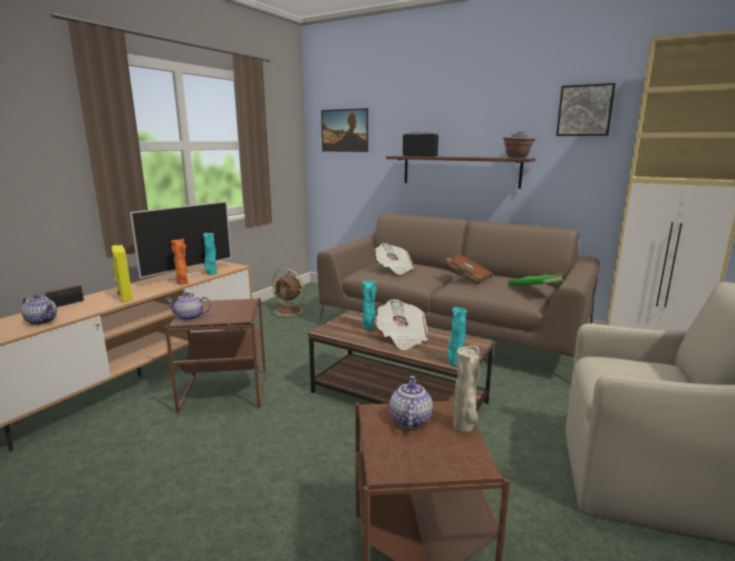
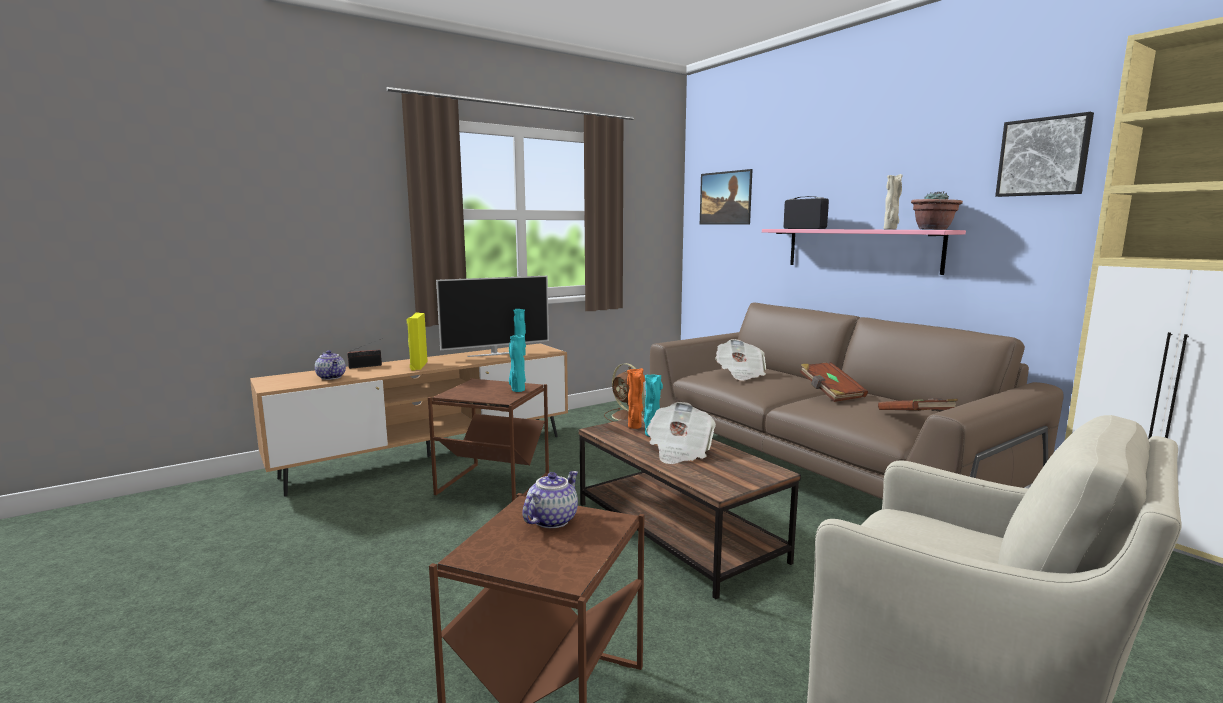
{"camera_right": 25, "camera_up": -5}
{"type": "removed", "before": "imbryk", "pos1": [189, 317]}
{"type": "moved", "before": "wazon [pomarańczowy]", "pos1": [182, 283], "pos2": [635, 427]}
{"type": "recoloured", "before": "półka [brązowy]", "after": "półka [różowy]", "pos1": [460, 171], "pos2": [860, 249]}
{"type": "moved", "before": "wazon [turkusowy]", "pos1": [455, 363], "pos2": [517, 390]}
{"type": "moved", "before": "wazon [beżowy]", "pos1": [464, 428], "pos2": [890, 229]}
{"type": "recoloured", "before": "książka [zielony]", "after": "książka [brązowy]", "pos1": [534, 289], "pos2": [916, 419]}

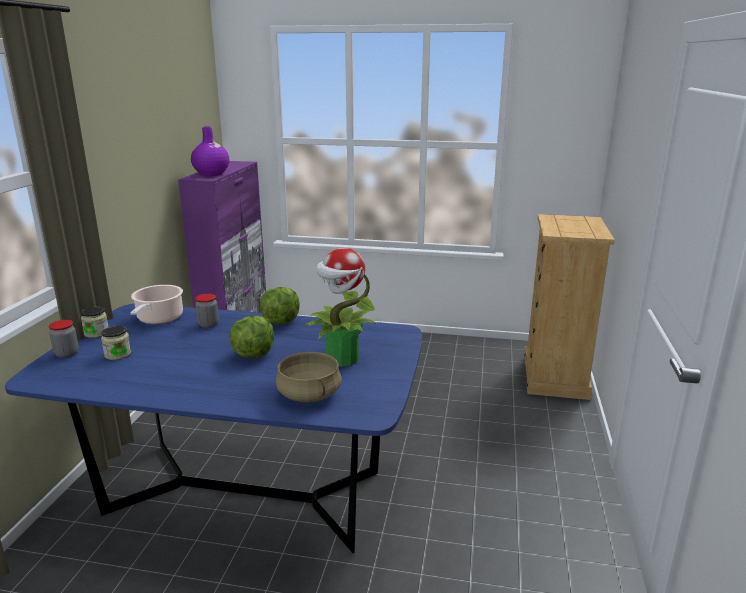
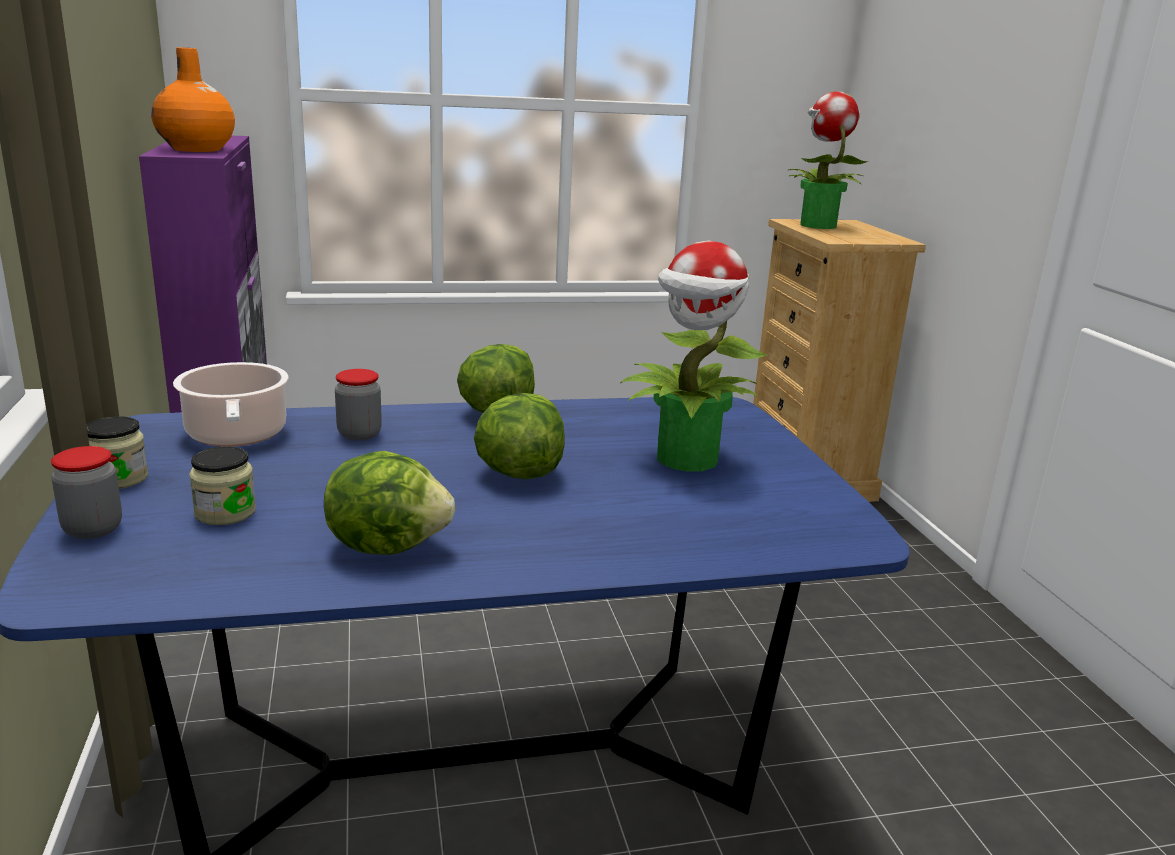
{"camera_right": -25, "camera_up": 0}
{"type": "recoloured", "before": "wazon [fioletowy]", "after": "wazon [pomarańczowy]", "pos1": [211, 174], "pos2": [197, 149]}
{"type": "removed", "before": "garnek [beżowy]", "pos1": [310, 394]}
{"type": "added", "after": "sałata", "pos2": [388, 545]}
{"type": "added", "after": "roślina doniczkowa", "pos2": [817, 225]}

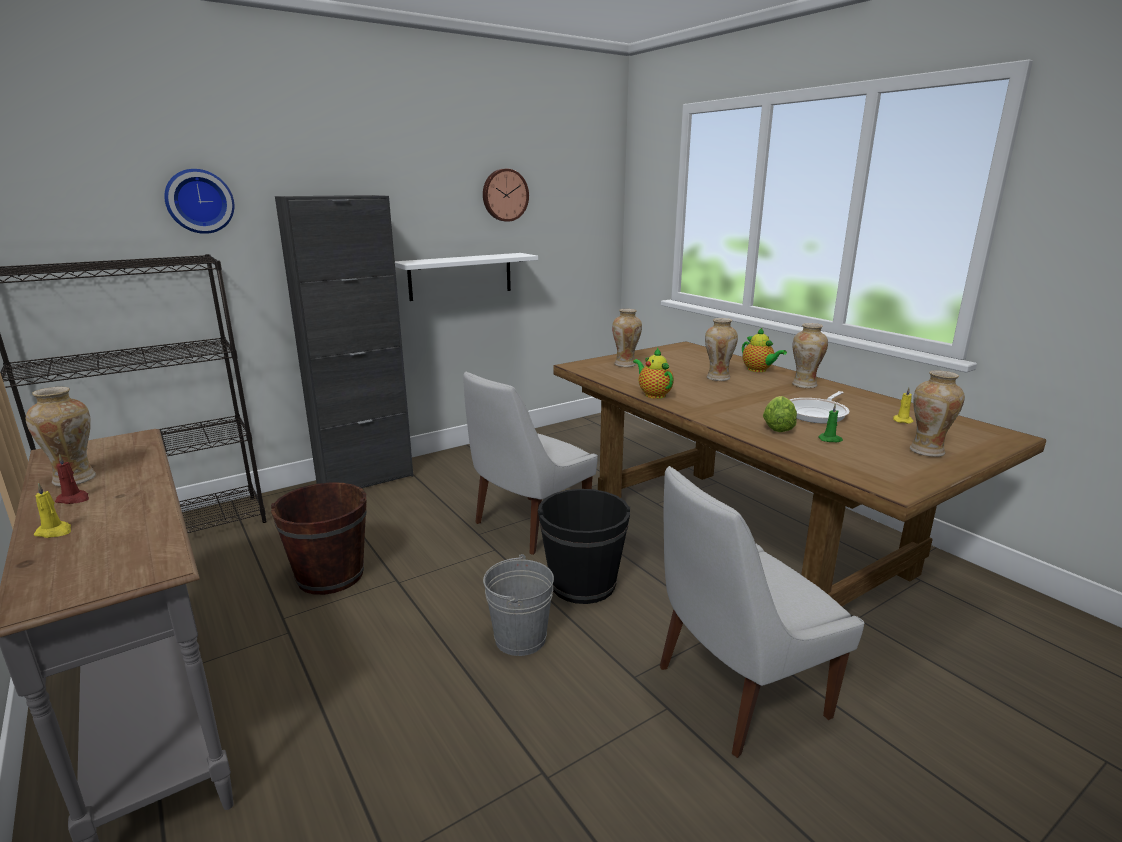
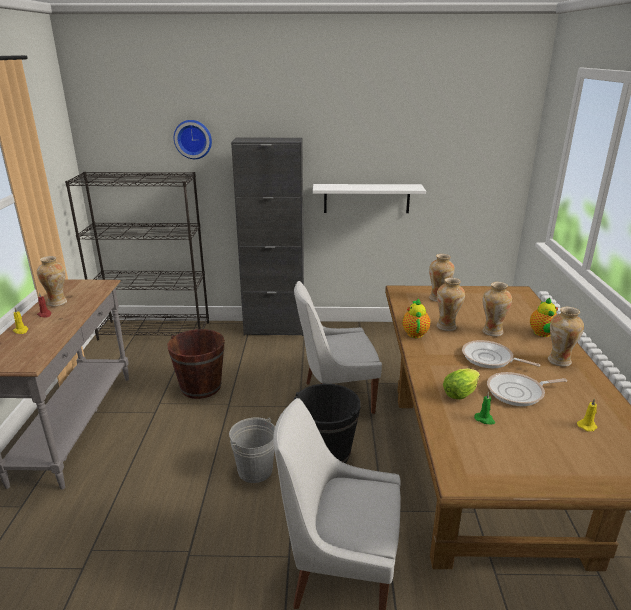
{"camera_right": 35, "camera_up": 5}
{"type": "removed", "before": "zegar ścienny", "pos1": [504, 195]}
{"type": "moved", "before": "wazon", "pos1": [927, 451], "pos2": [447, 326]}
{"type": "added", "after": "patelnia", "pos2": [490, 359]}

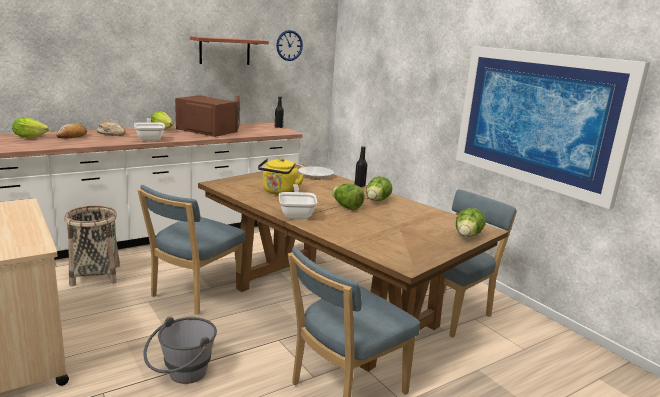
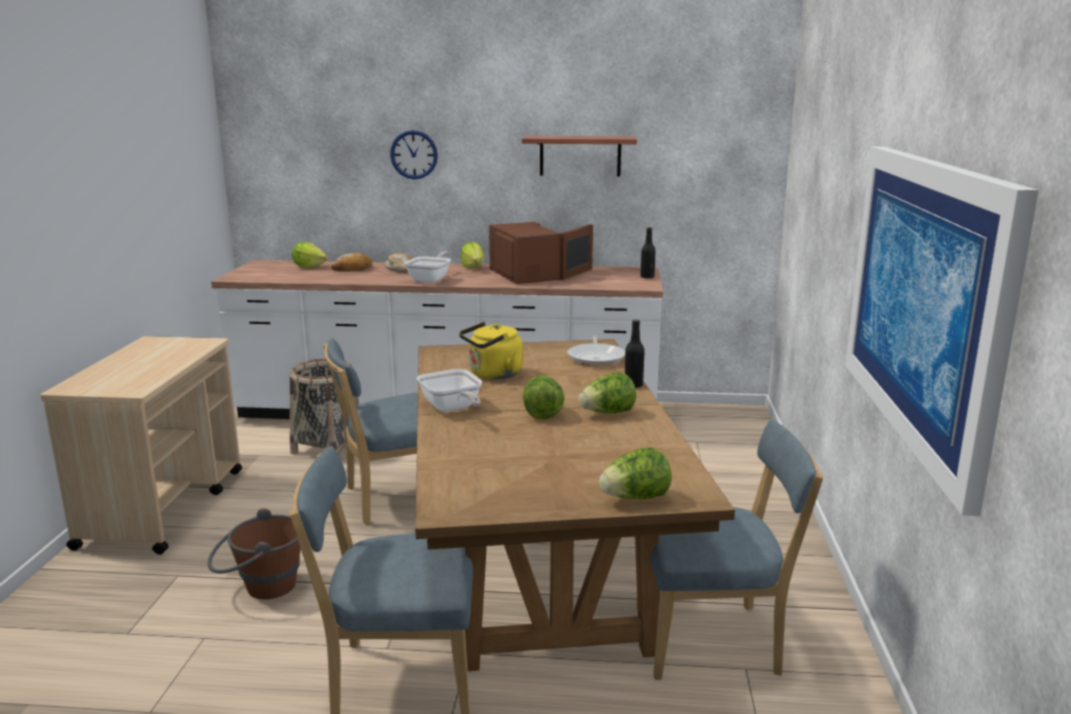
{"camera_right": 40, "camera_up": 0}
{"type": "recoloured", "before": "wiadro [szary]", "after": "wiadro [brązowy]", "pos1": [182, 376], "pos2": [260, 588]}
{"type": "moved", "before": "zegar ścienny", "pos1": [289, 45], "pos2": [414, 154]}
{"type": "turned", "before": "patelnia", "pos1": [297, 214], "pos2": [452, 408], "turn": 120}

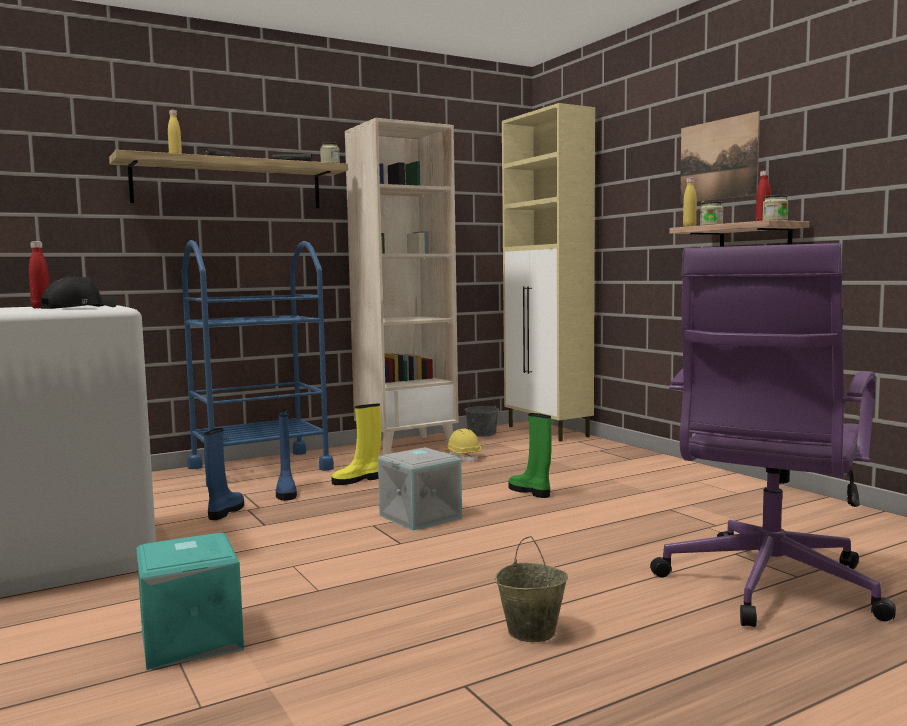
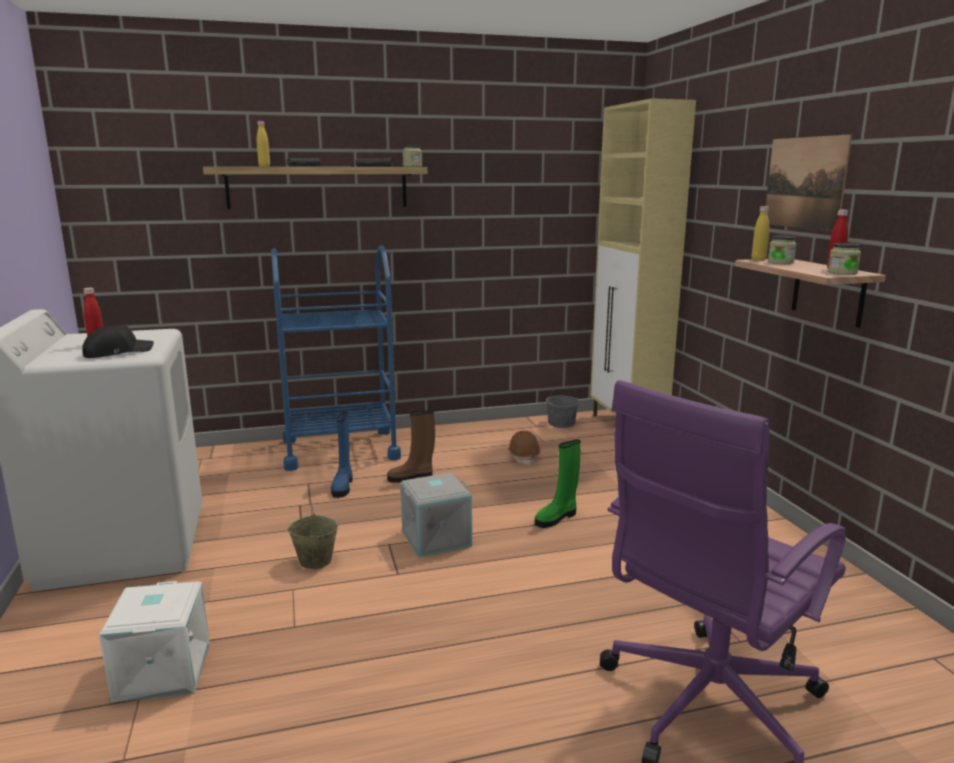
{"camera_right": 15, "camera_up": 10}
{"type": "recoloured", "before": "pojemnik do przechowywania [turkusowy]", "after": "pojemnik do przechowywania [biały]", "pos1": [189, 640], "pos2": [161, 671]}
{"type": "removed", "before": "but z cholewką [niebieski]", "pos1": [225, 512]}
{"type": "recoloured", "before": "but z cholewką [żółty]", "after": "but z cholewką [brązowy]", "pos1": [357, 480], "pos2": [411, 477]}
{"type": "removed", "before": "regał [beżowy]", "pos1": [406, 446]}
{"type": "recoloured", "before": "kask [żółty]", "after": "kask [brązowy]", "pos1": [463, 457], "pos2": [523, 457]}
{"type": "moved", "before": "wiadro [beżowy]", "pos1": [530, 631], "pos2": [315, 561]}
{"type": "turned", "before": "but z cholewką [zielony]", "pos1": [530, 492], "pos2": [557, 518], "turn": -105}

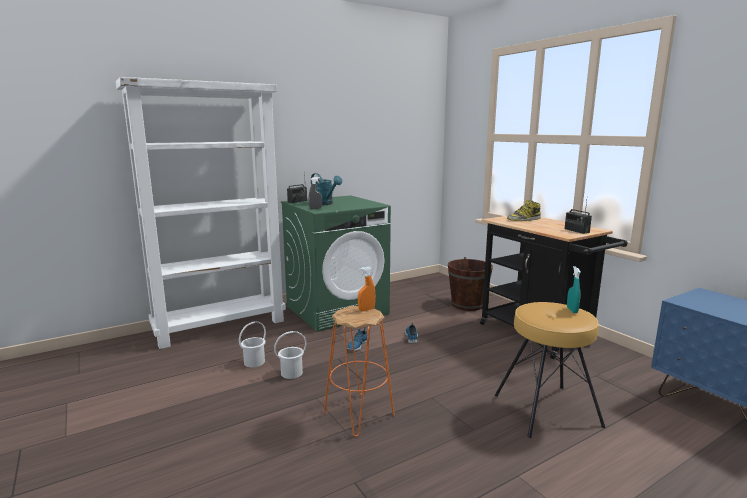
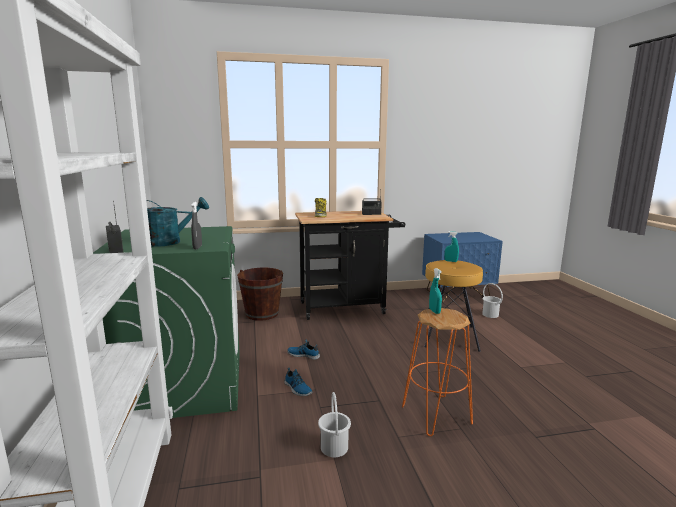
{"camera_right": -70, "camera_up": 0}
{"type": "moved", "before": "wiadro [biały]", "pos1": [254, 362], "pos2": [490, 314]}
{"type": "recoloured", "before": "spryskiwacz [pomarańczowy]", "after": "spryskiwacz [turkusowy]", "pos1": [366, 309], "pos2": [434, 311]}

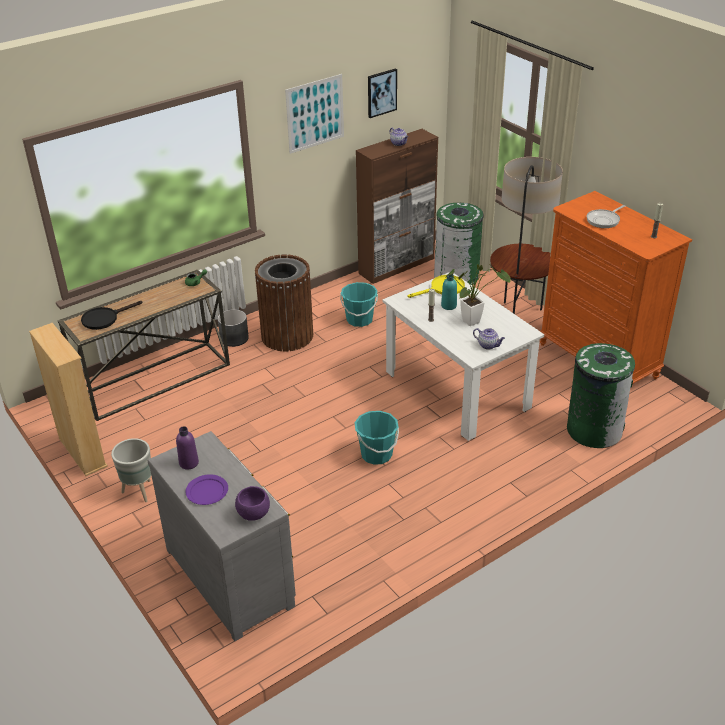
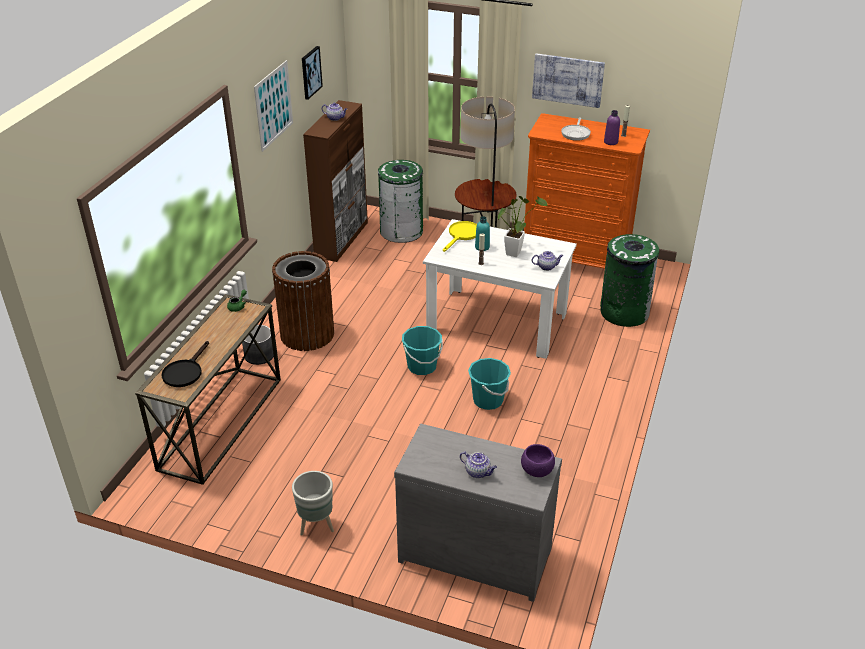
{"camera_right": -35, "camera_up": 0}
{"type": "removed", "before": "regał [beżowy]", "pos1": [82, 452]}
{"type": "moved", "before": "butelka [fioletowy]", "pos1": [189, 463], "pos2": [610, 142]}
{"type": "replaced", "before": "talerz [fioletowy]", "after": "imbryk", "pos1": [207, 491], "pos2": [478, 472]}
{"type": "moved", "before": "wiadro [turkusowy]", "pos1": [359, 320], "pos2": [422, 366]}
{"type": "added", "after": "obraz", "pos2": [568, 80]}

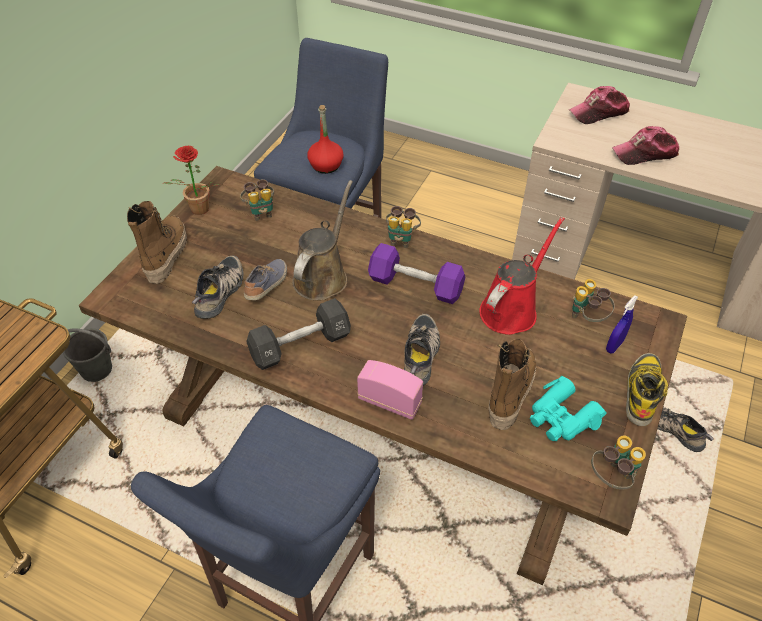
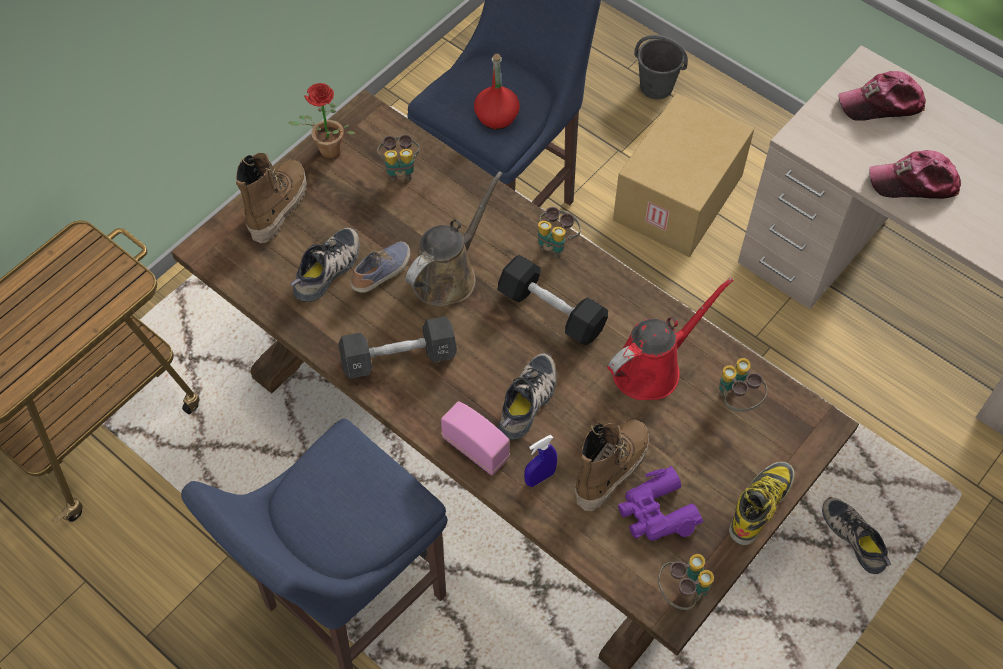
{"camera_right": 15, "camera_up": 10}
{"type": "moved", "before": "wiadro [szary]", "pos1": [97, 370], "pos2": [657, 87]}
{"type": "recoloured", "before": "hantel [fioletowy]", "after": "hantel [czarny]", "pos1": [415, 285], "pos2": [551, 311]}
{"type": "recoloured", "before": "lornetka [turkusowy]", "after": "lornetka [fioletowy]", "pos1": [561, 417], "pos2": [656, 512]}
{"type": "moved", "before": "spryskiwacz [niebieski]", "pos1": [614, 345], "pos2": [540, 477]}
{"type": "added", "after": "karton", "pos2": [679, 199]}

